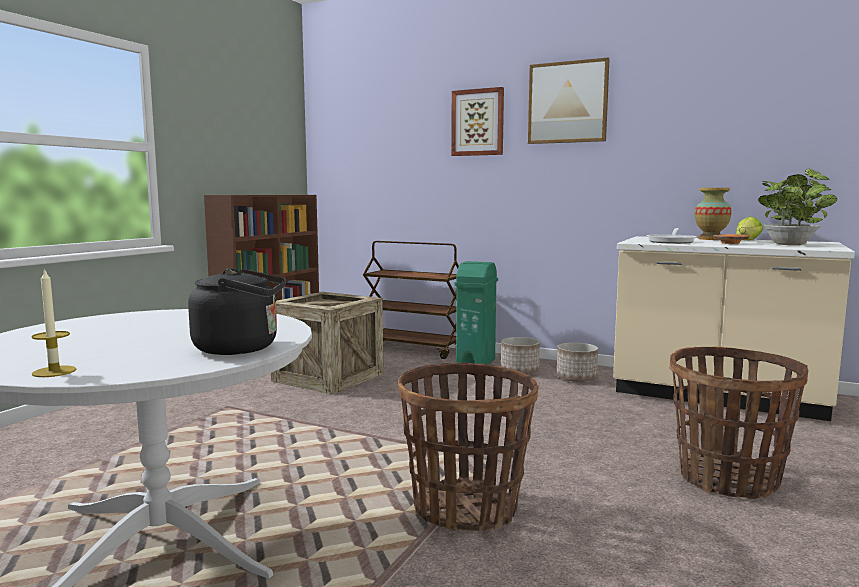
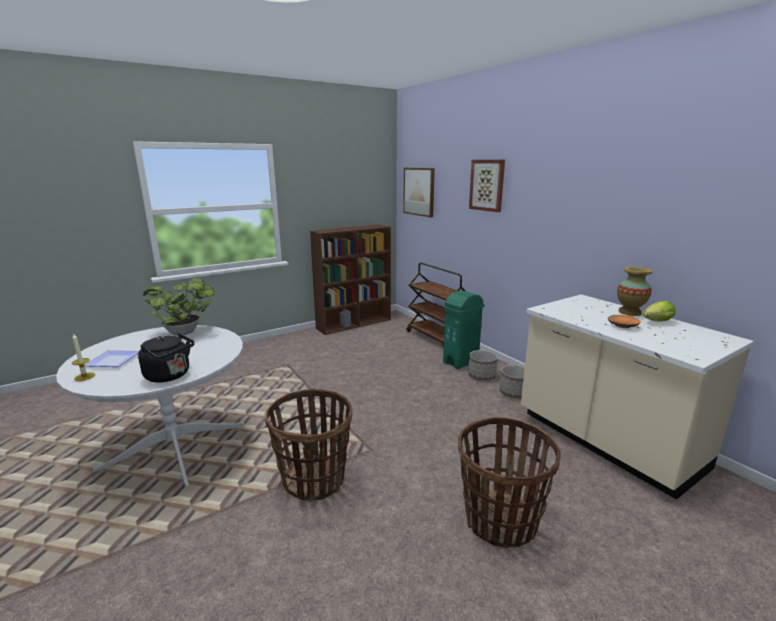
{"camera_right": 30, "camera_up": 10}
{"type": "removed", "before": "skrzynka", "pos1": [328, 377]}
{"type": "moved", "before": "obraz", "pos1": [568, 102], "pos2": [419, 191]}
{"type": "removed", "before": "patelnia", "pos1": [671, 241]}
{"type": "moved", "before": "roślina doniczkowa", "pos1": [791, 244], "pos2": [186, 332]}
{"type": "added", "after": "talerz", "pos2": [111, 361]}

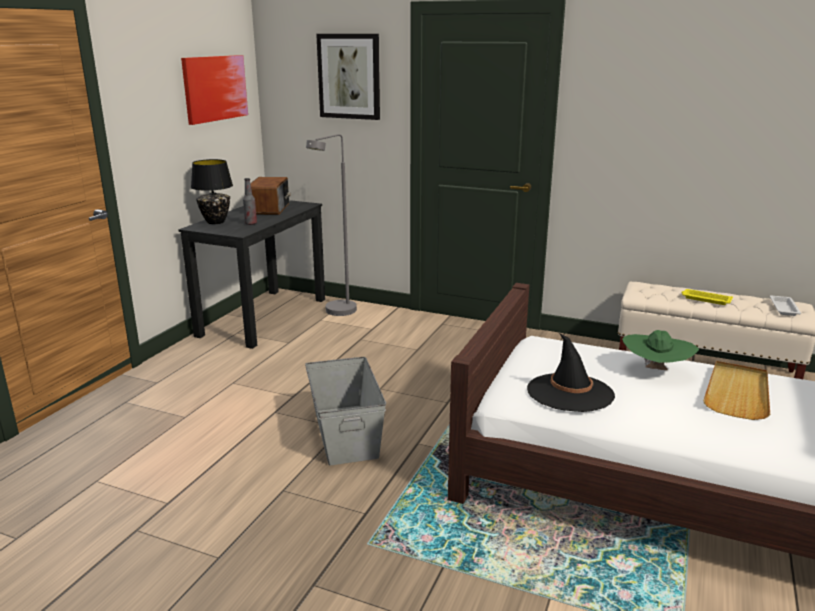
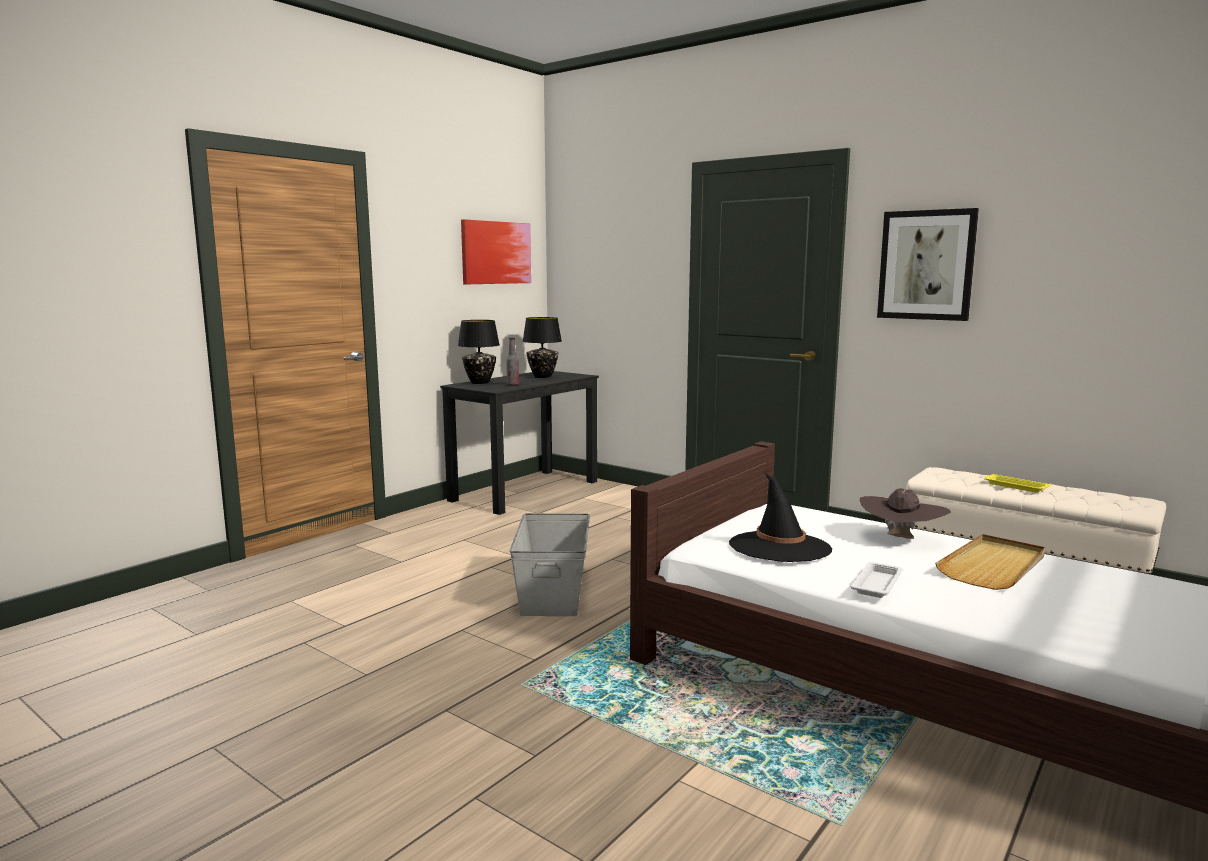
{"camera_right": 15, "camera_up": -10}
{"type": "replaced", "before": "radio", "after": "lampa stołowa [czarny]", "pos1": [270, 209], "pos2": [542, 376]}
{"type": "removed", "before": "lampa stojąca [szary]", "pos1": [337, 313]}
{"type": "moved", "before": "obraz", "pos1": [349, 76], "pos2": [926, 265]}
{"type": "recoloured", "before": "kapelusz [zielony]", "after": "kapelusz [brązowy]", "pos1": [655, 371], "pos2": [900, 539]}
{"type": "moved", "before": "taca [biały]", "pos1": [783, 308], "pos2": [877, 584]}

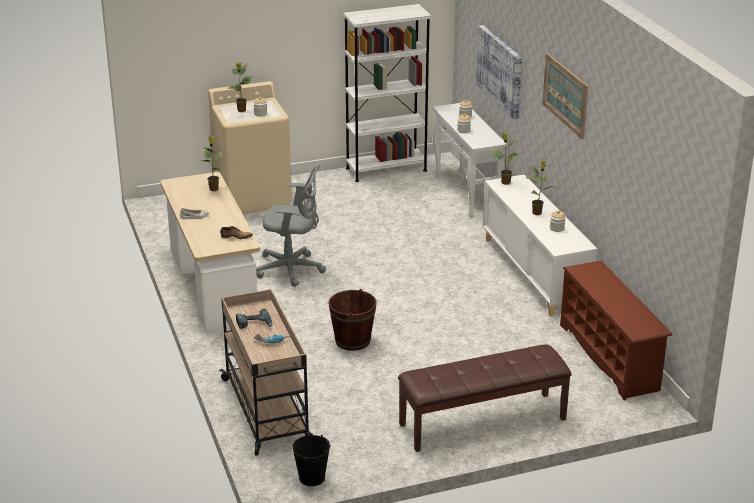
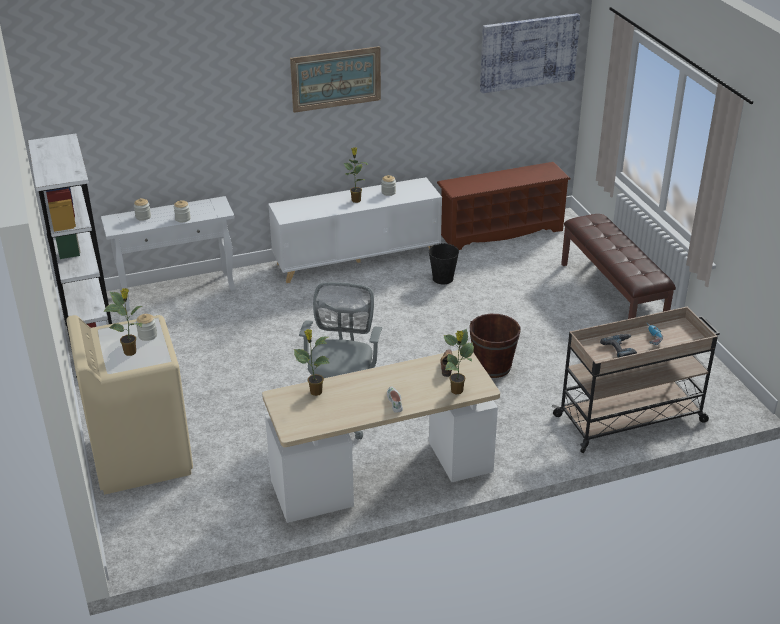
{"camera_right": -90, "camera_up": 5}
{"type": "moved", "before": "wiadro [czarny]", "pos1": [311, 478], "pos2": [443, 278]}
{"type": "moved", "before": "obraz", "pos1": [501, 70], "pos2": [528, 52]}
{"type": "moved", "before": "roślina doniczkowa", "pos1": [505, 182], "pos2": [457, 391]}

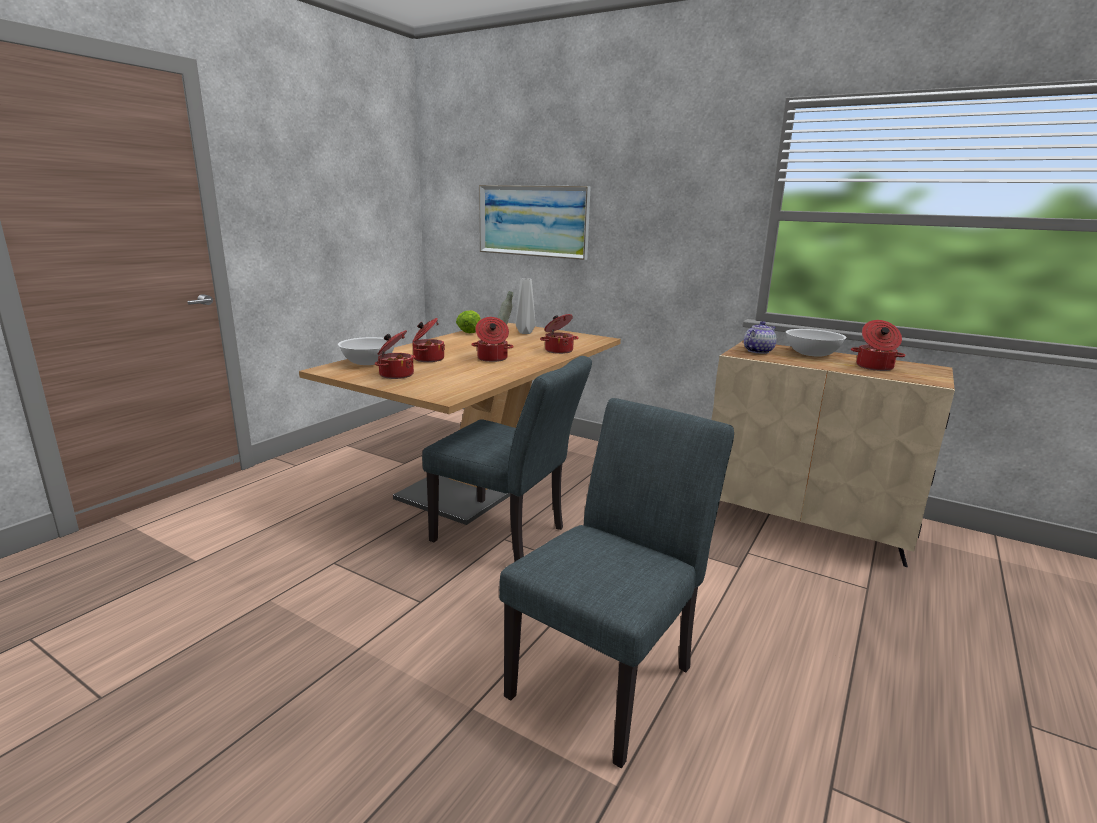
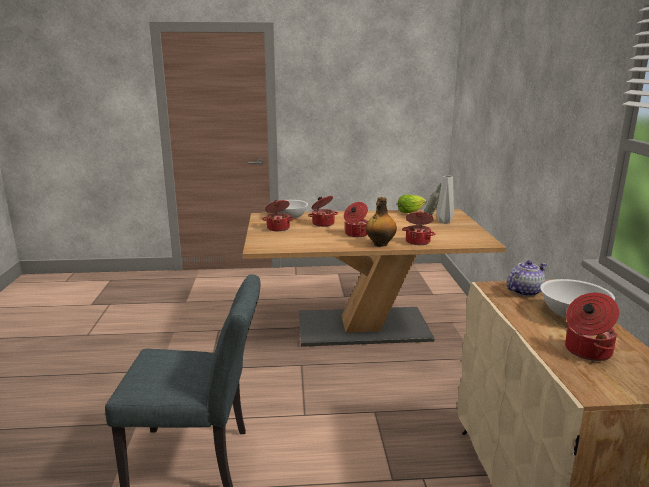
{"camera_right": 55, "camera_up": 0}
{"type": "removed", "before": "krzesło [szary]", "pos1": [507, 537]}
{"type": "removed", "before": "obraz", "pos1": [533, 221]}
{"type": "turned", "before": "imbryk", "pos1": [758, 351], "pos2": [524, 291], "turn": -45}
{"type": "added", "after": "butelka", "pos2": [380, 244]}

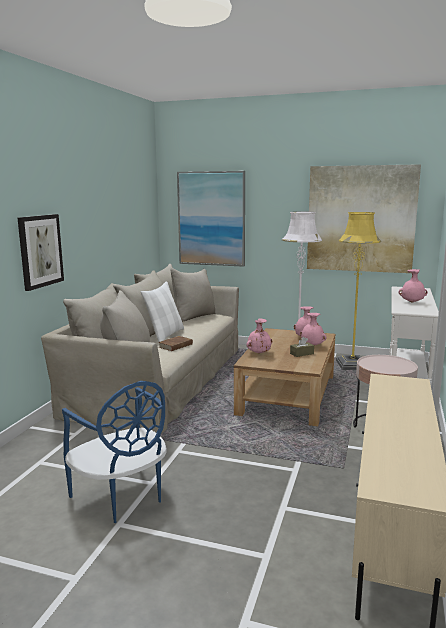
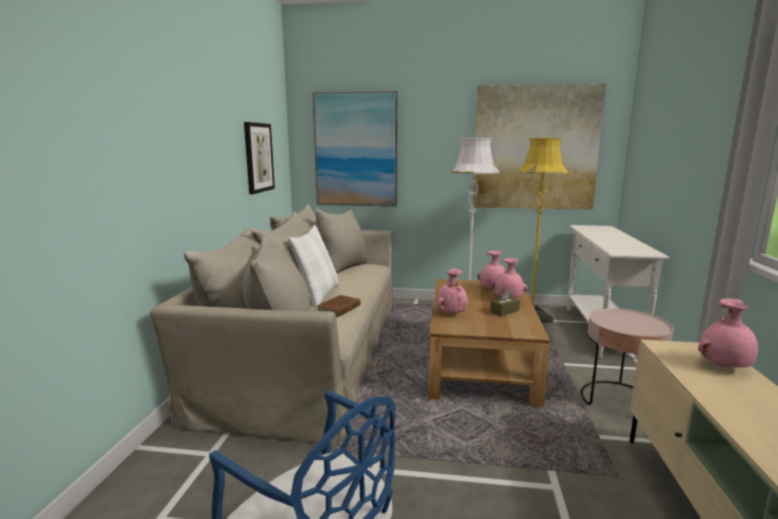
{"camera_right": -10, "camera_up": 0}
{"type": "moved", "before": "obraz", "pos1": [40, 251], "pos2": [258, 157]}
{"type": "moved", "before": "wazon [różowy]", "pos1": [412, 302], "pos2": [725, 367]}

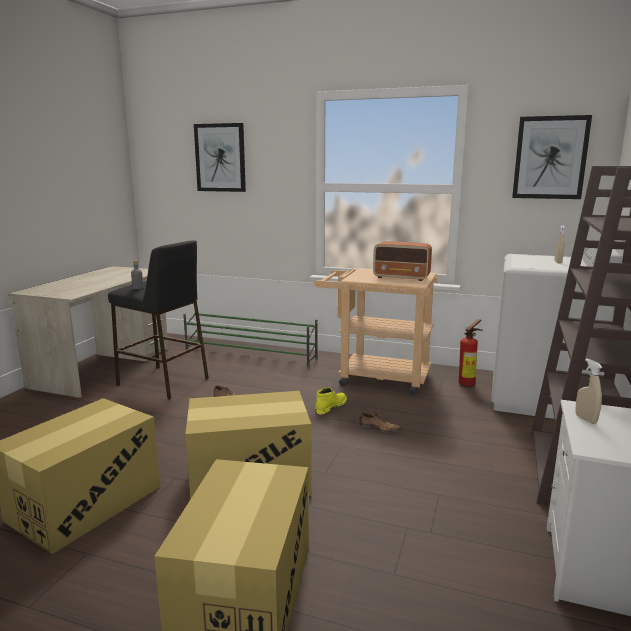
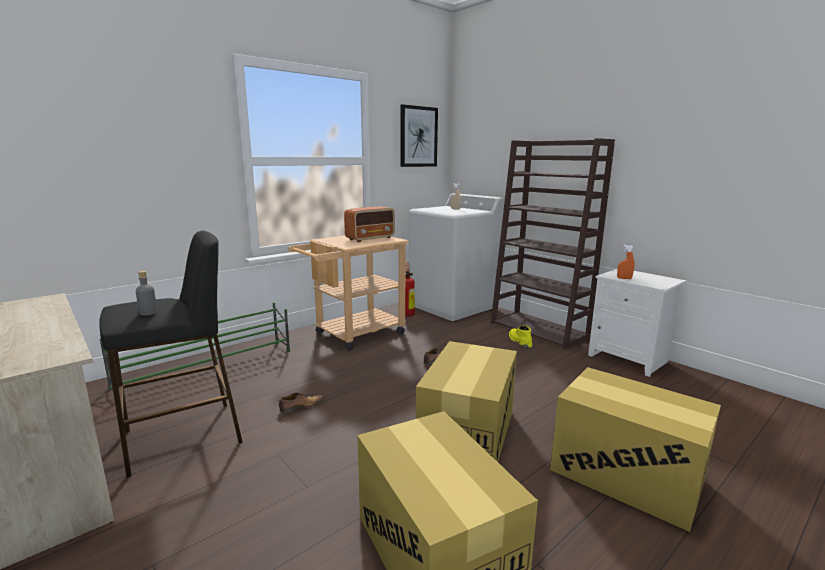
{"camera_right": -60, "camera_up": 0}
{"type": "removed", "before": "obraz", "pos1": [220, 158]}
{"type": "moved", "before": "but z cholewką [żółty]", "pos1": [330, 407], "pos2": [519, 341]}
{"type": "recoloured", "before": "spryskiwacz [beżowy]", "after": "spryskiwacz [pomarańczowy]", "pos1": [585, 419], "pos2": [624, 278]}

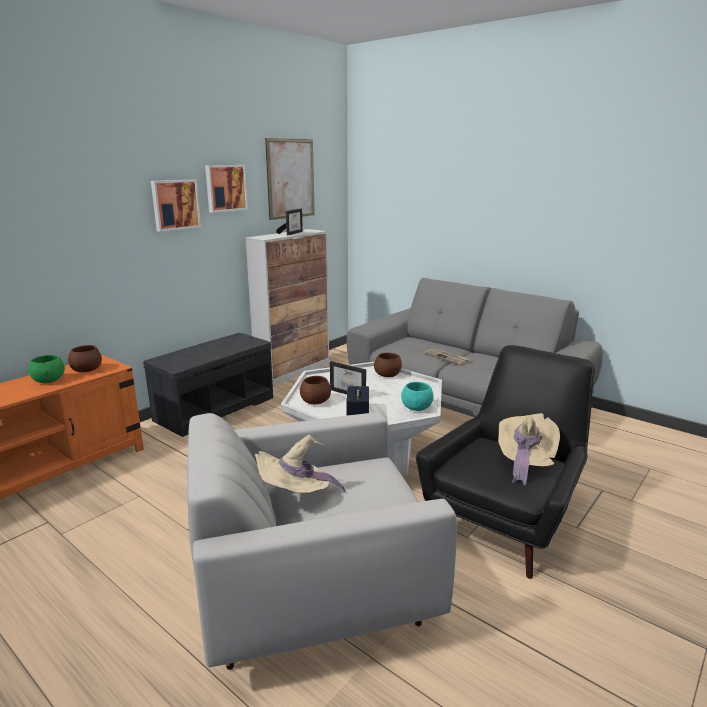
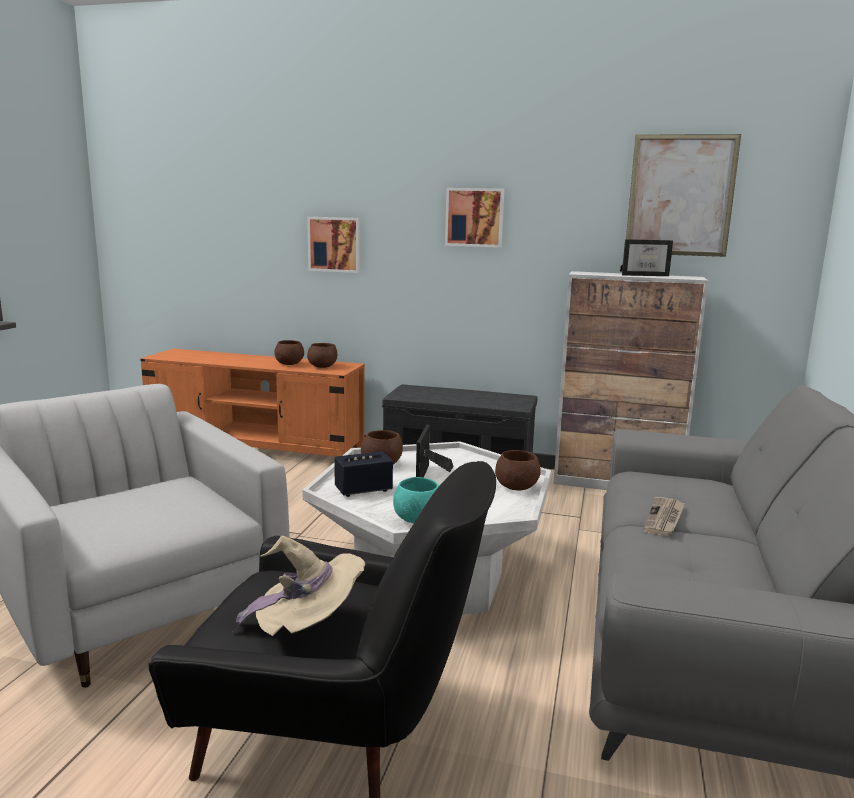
{"camera_right": 65, "camera_up": -5}
{"type": "recoloured", "before": "miska [zielony]", "after": "miska [brązowy]", "pos1": [49, 381], "pos2": [289, 364]}
{"type": "moved", "before": "obraz", "pos1": [225, 188], "pos2": [335, 244]}
{"type": "removed", "before": "kapelusz [beżowy]", "pos1": [296, 496]}

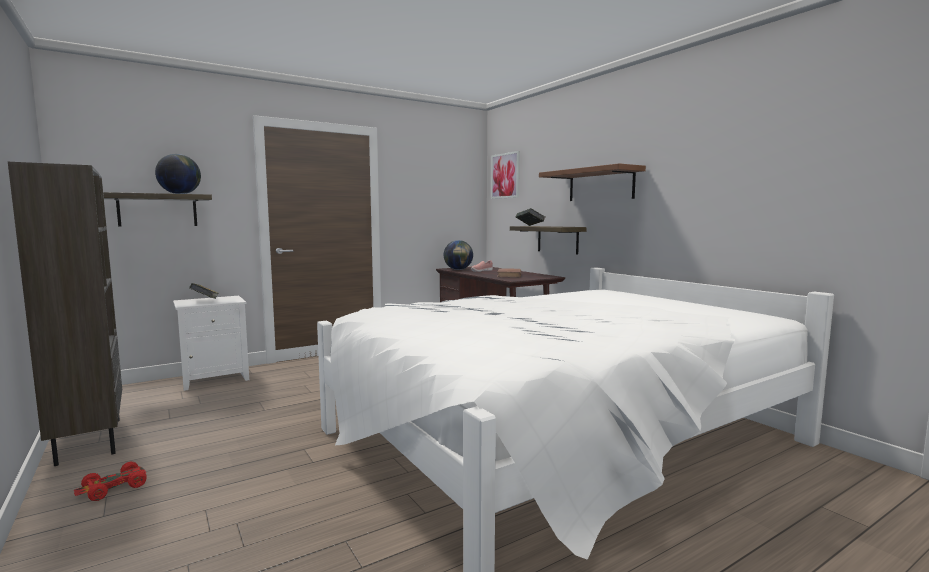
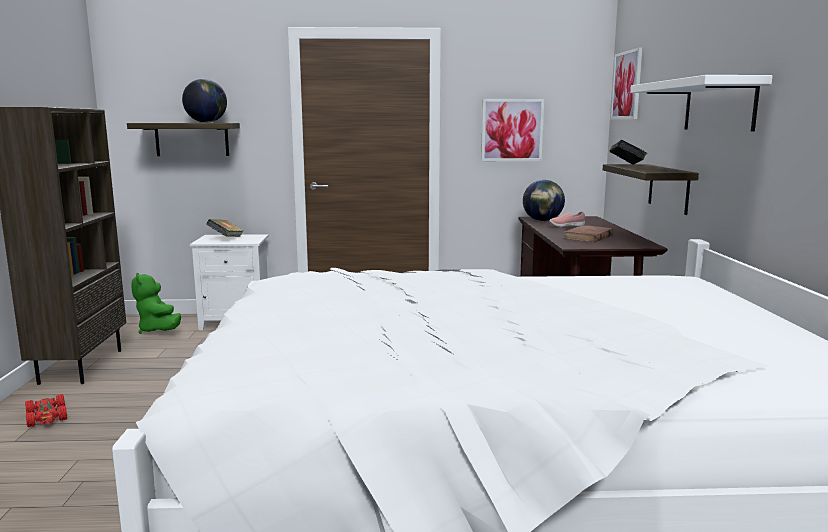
{"camera_right": 30, "camera_up": 5}
{"type": "turned", "before": "samochodzik [czerwony]", "pos1": [113, 488], "pos2": [47, 417], "turn": -105}
{"type": "recoloured", "before": "półka [brązowy]", "after": "półka [biały]", "pos1": [600, 185], "pos2": [719, 105]}
{"type": "added", "after": "pluszak [zielony]", "pos2": [158, 330]}
{"type": "added", "after": "obraz", "pos2": [512, 130]}

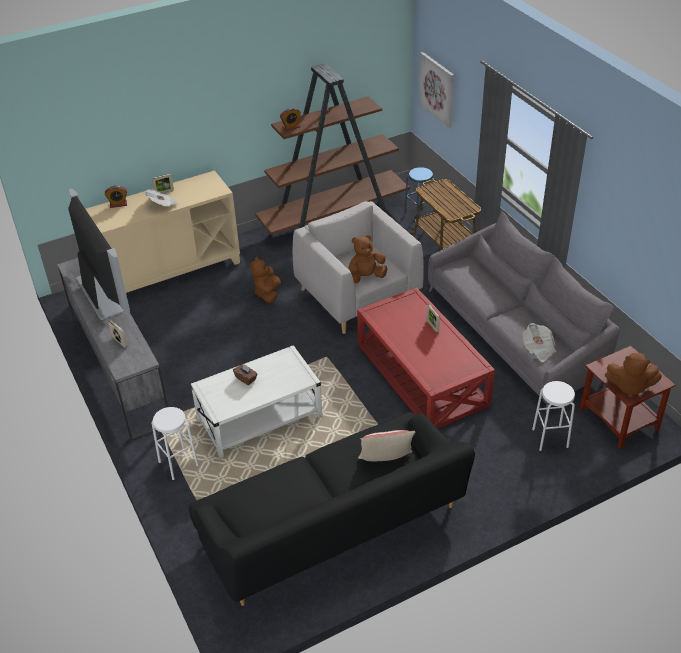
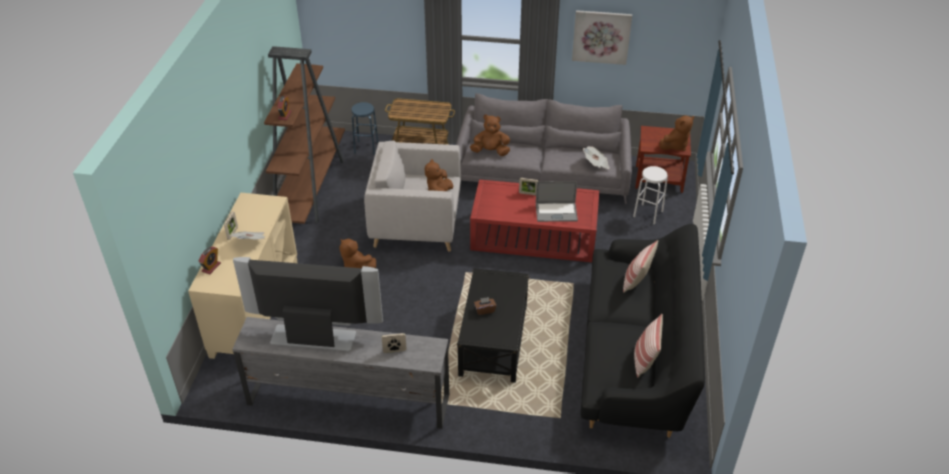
{"camera_right": -55, "camera_up": 0}
{"type": "removed", "before": "stołek [biały]", "pos1": [178, 464]}
{"type": "recoloured", "before": "ława [biały]", "after": "ława [czarny]", "pos1": [259, 418], "pos2": [493, 340]}
{"type": "moved", "before": "obraz", "pos1": [437, 89], "pos2": [601, 36]}
{"type": "added", "after": "pluszak [brązowy]", "pos2": [491, 151]}
{"type": "added", "after": "laptop", "pos2": [556, 212]}
{"type": "added", "after": "poduszka", "pos2": [645, 360]}

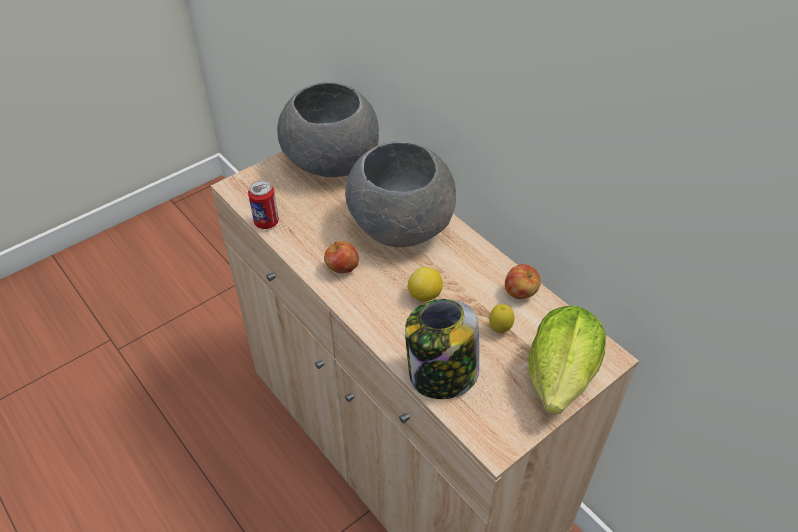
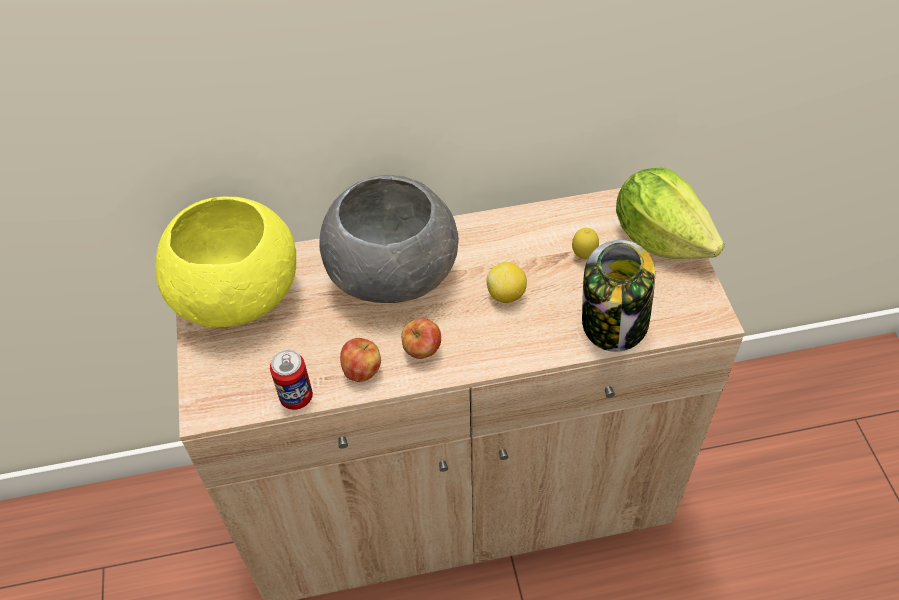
{"camera_right": -60, "camera_up": 5}
{"type": "recoloured", "before": "miska [szary]", "after": "miska [żółty]", "pos1": [330, 161], "pos2": [236, 296]}
{"type": "moved", "before": "jabłko", "pos1": [520, 293], "pos2": [362, 371]}

